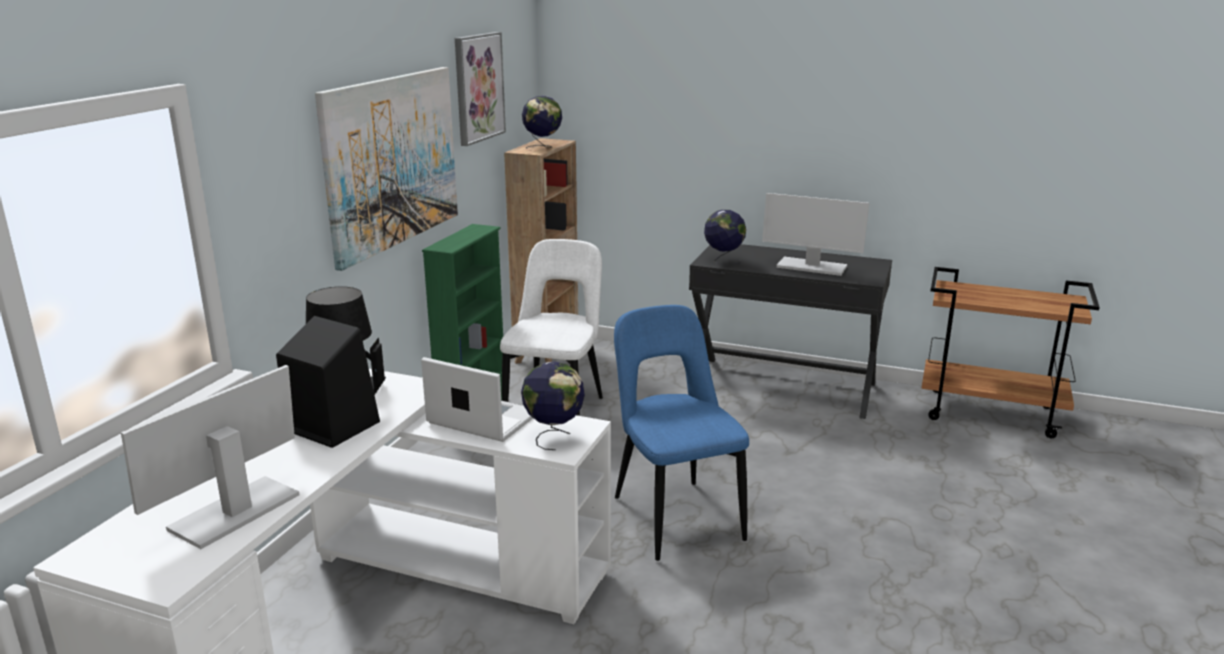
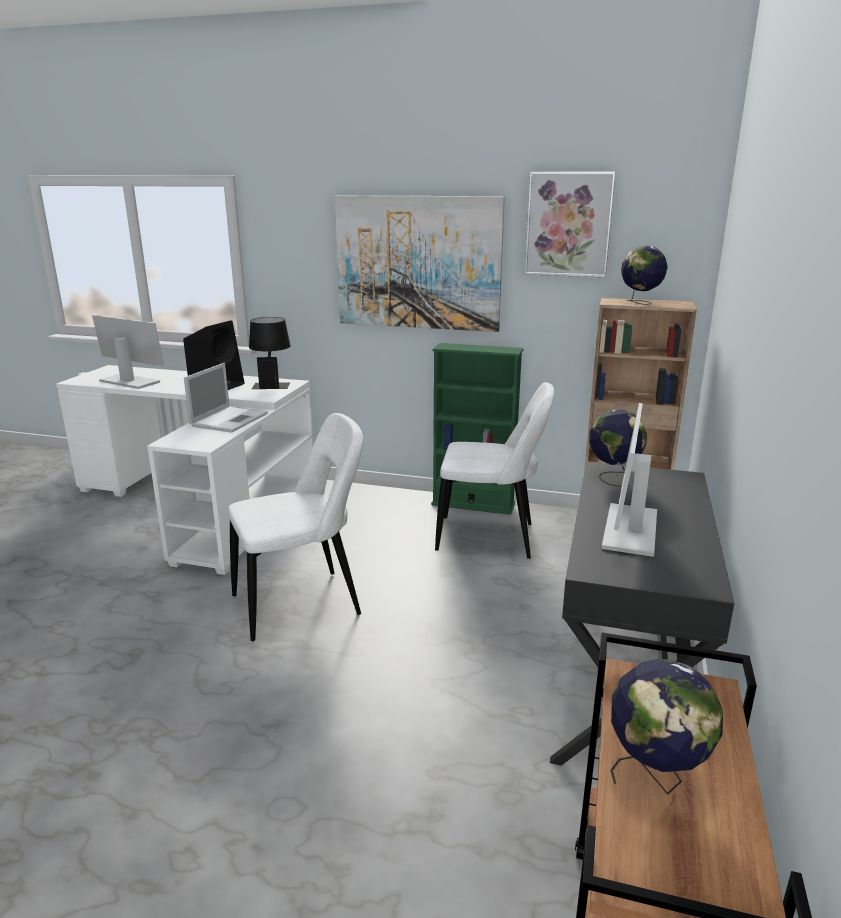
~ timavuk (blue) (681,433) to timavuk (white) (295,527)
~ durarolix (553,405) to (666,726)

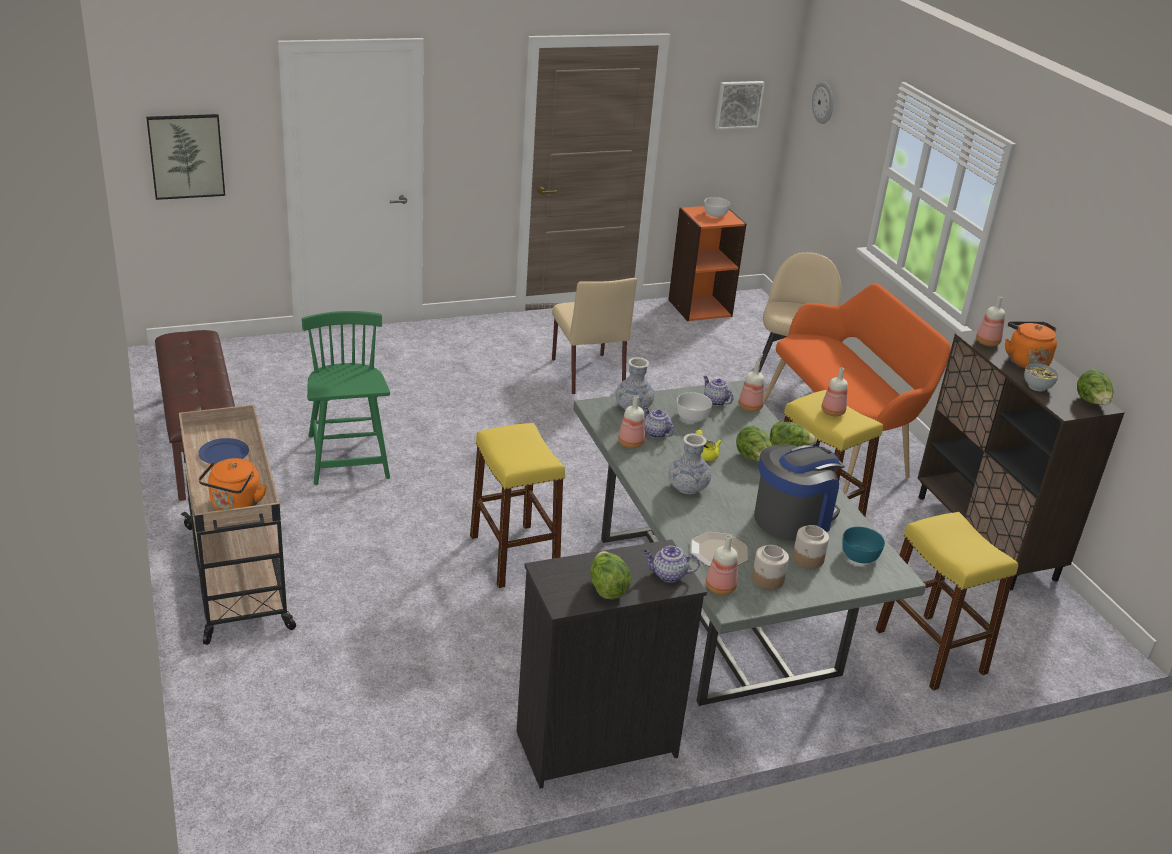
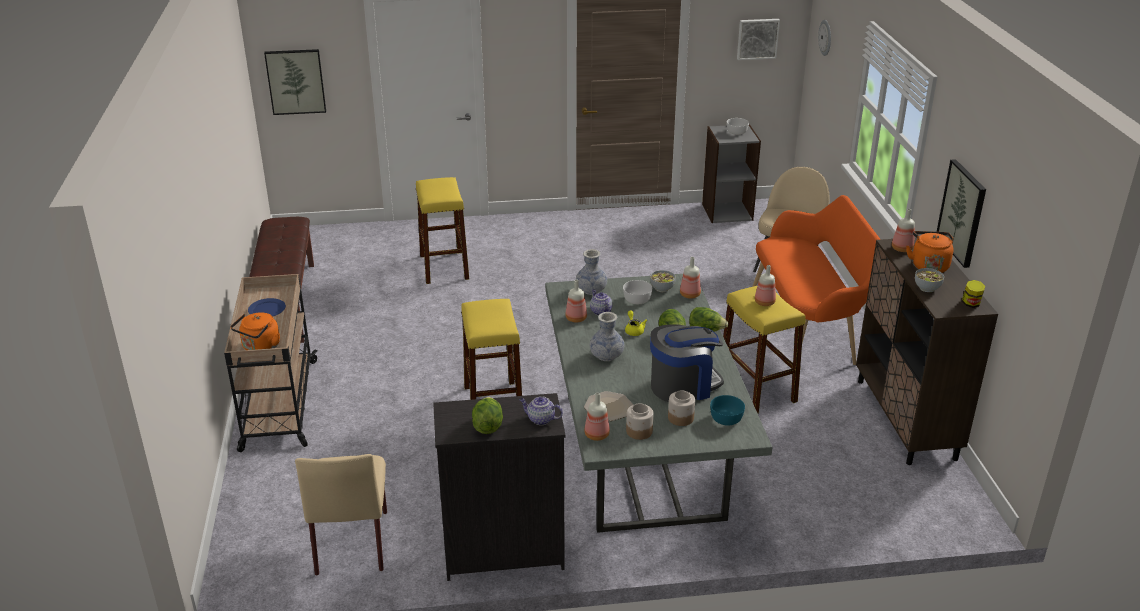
~ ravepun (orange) (707,263) to ravepun (grey) (731,173)
~ timavuk (beige) (594,336) to (341,514)
- timavuk (green) (346,398)
~ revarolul (1095,387) to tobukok (973,294)
~ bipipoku (718,391) to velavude (663,281)
~ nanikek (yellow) (946,601) to (442,230)
+ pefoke (961,213)

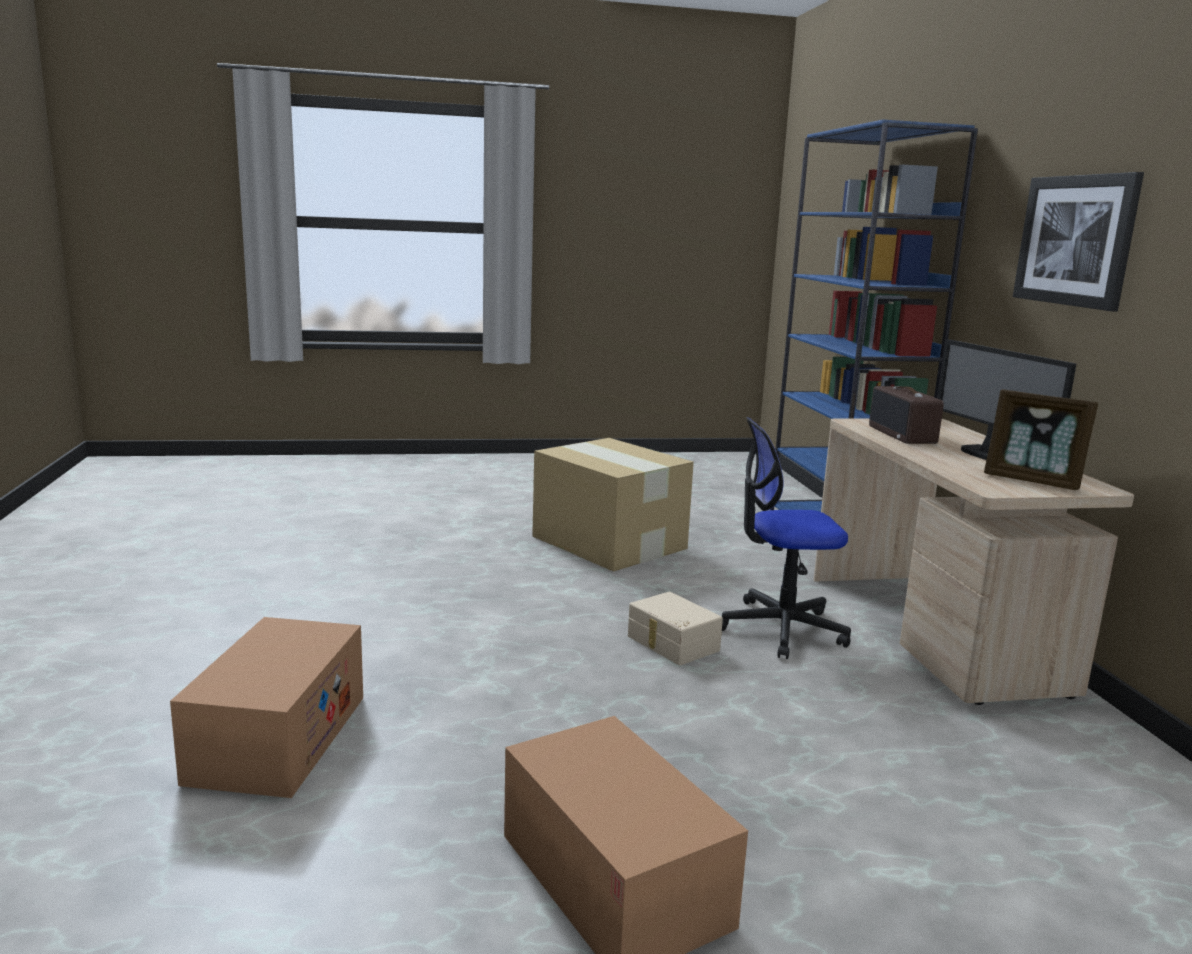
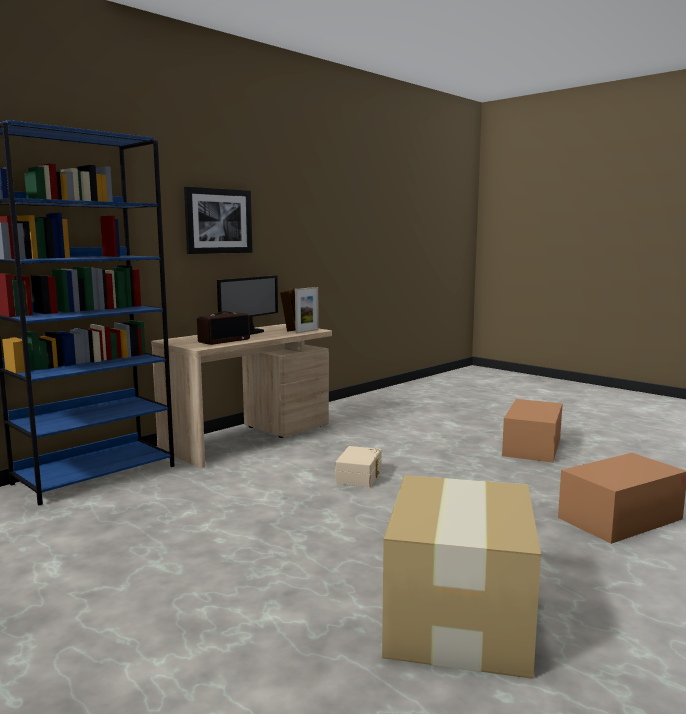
- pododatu (786,538)
~ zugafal (613,505) to (461,577)
+ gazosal (307,310)

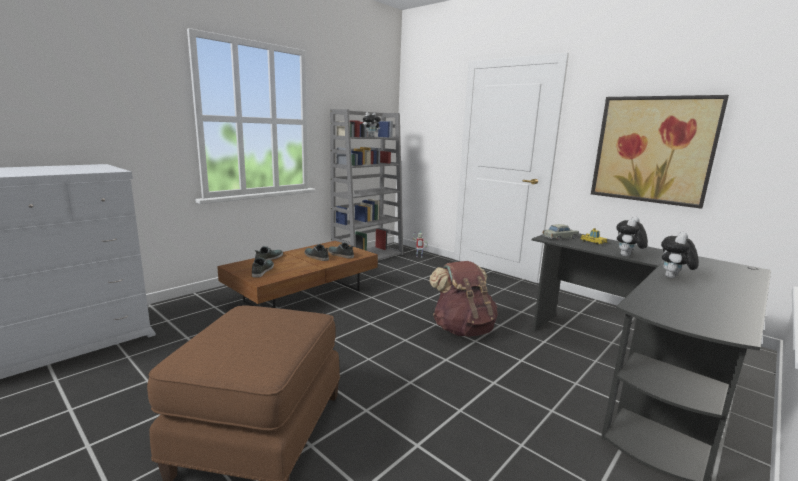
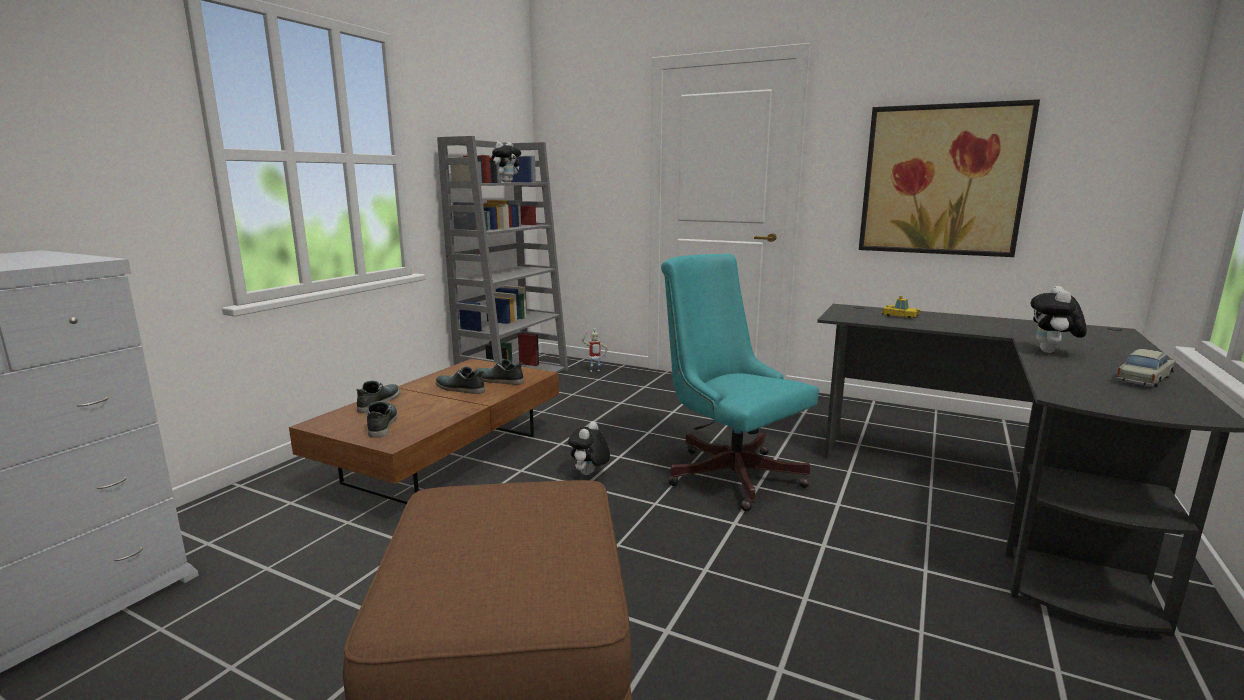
~ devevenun (632,237) to (589,448)
~ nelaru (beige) (560,232) to (1145,368)
~ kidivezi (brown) (463,299) to pododatu (turquoise) (740,382)

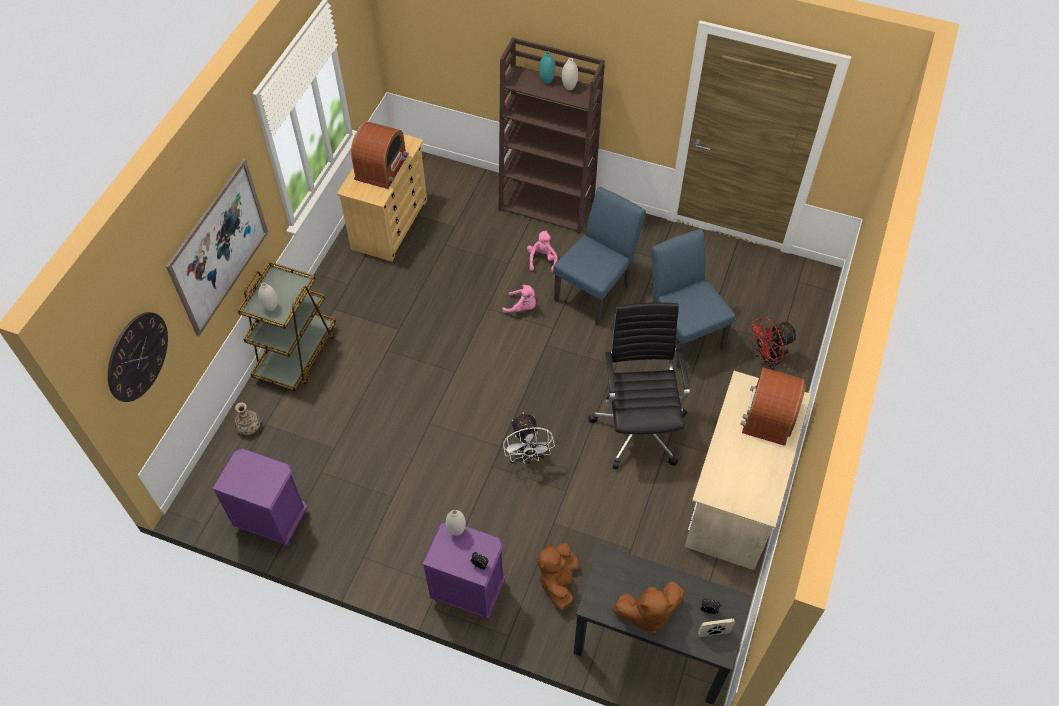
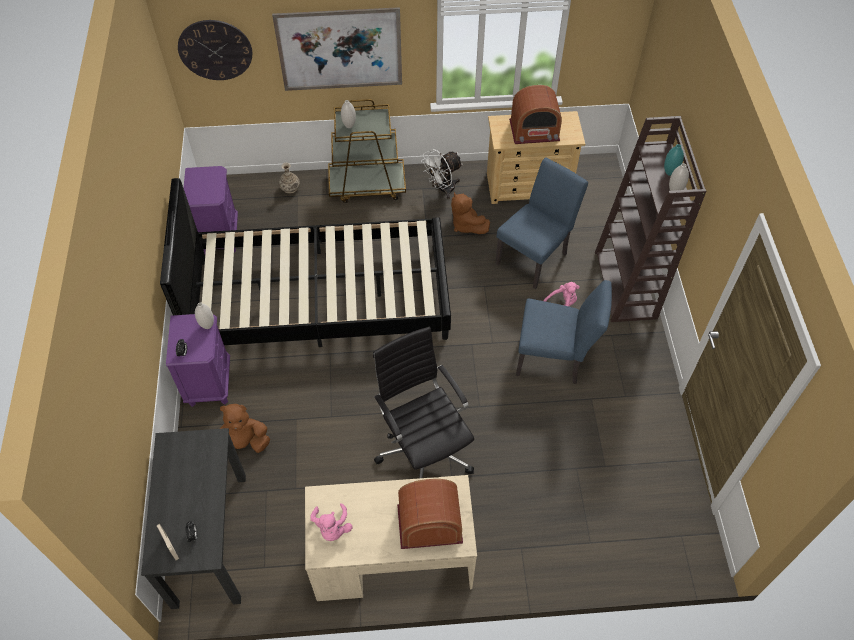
~ timavuk (blue) (693,299) to (541,223)
~ devevenun (pink) (519,299) to (331,522)
~ pododatu (black) (639,386) = (423,402) 90 degrees counterclockwise
- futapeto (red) (773,344)
~ futapeto (white) (529,438) to (442,174)
~ devevenun (brown) (648,608) to (470,213)
+ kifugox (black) (305,262)

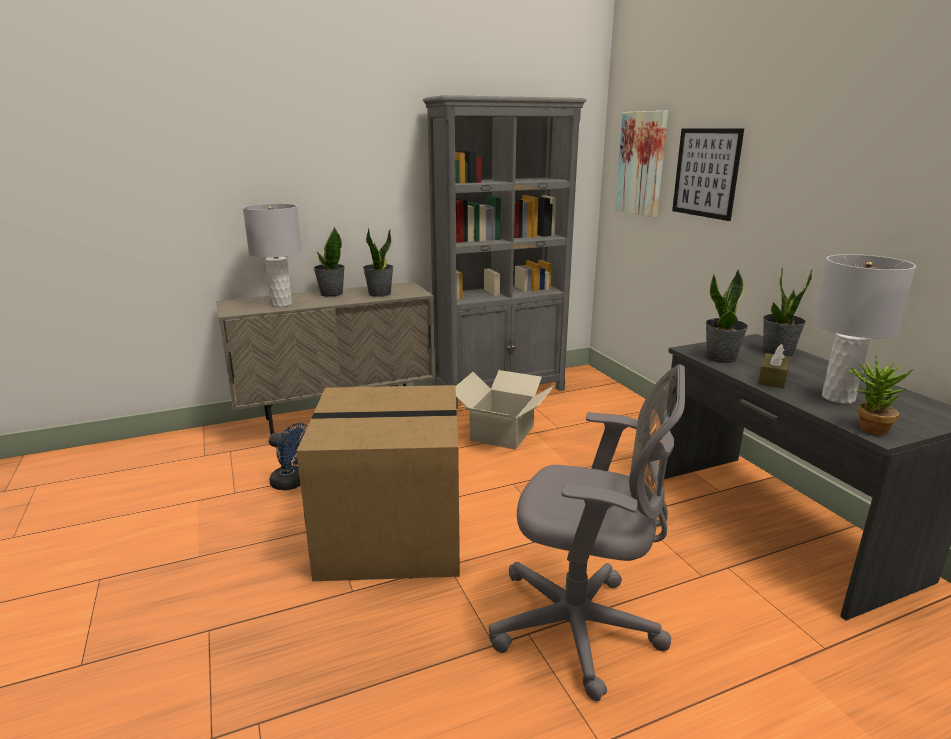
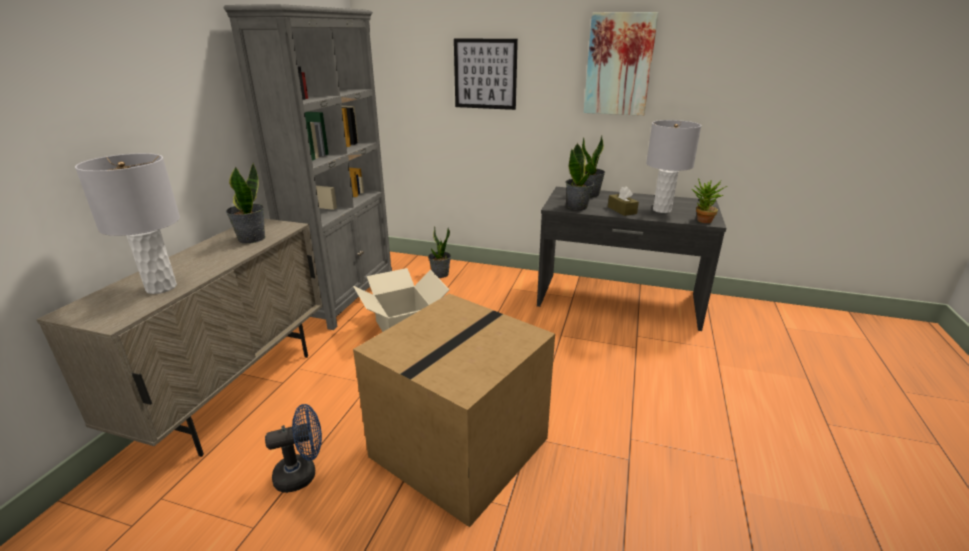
~ pefoke (641,164) to (621,64)
~ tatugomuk (329,262) to (439,252)
- pododatu (grey) (587,532)

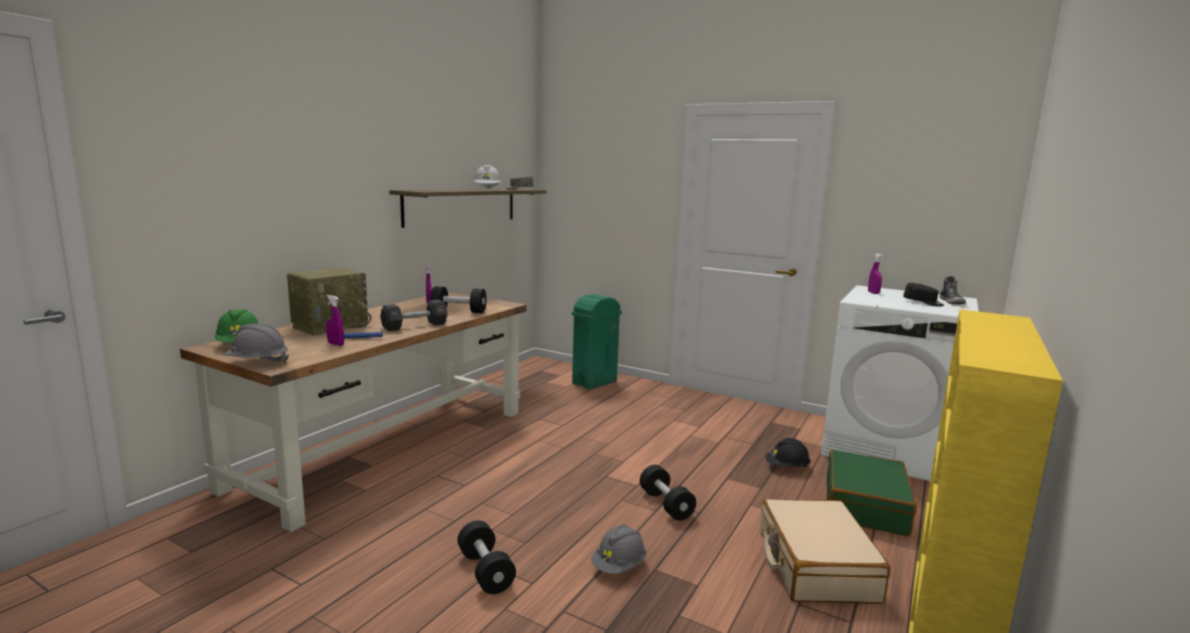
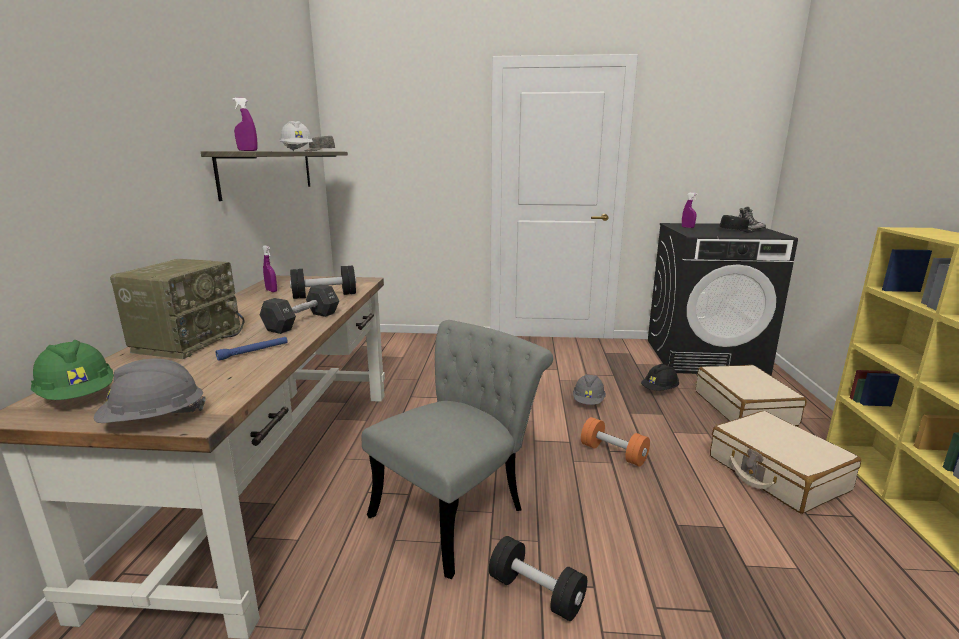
~ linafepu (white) (900,383) to linafepu (black) (723,299)
- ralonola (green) (597,342)
~ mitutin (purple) (335,320) to (245,124)
~ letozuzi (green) (872,493) to letozuzi (beige) (751,395)
~ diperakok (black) (668,493) to diperakok (orange) (615,442)
~ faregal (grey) (618,549) to (589,389)
+ timavuk (grey) (457,449)

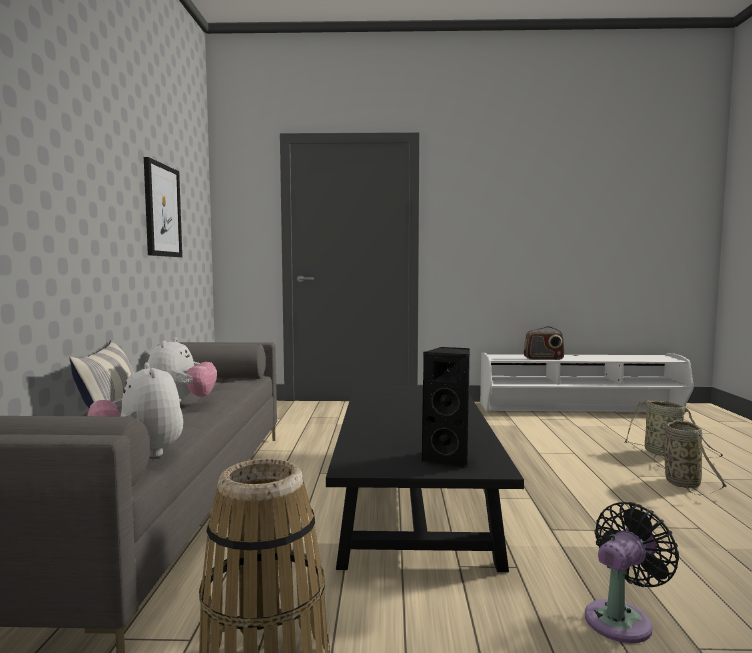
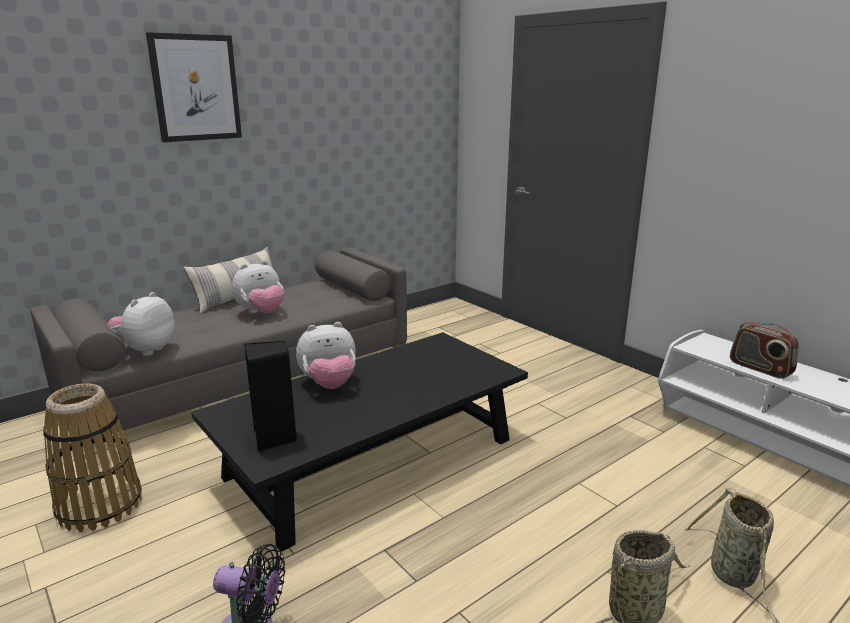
~ pefoke (163,207) to (194,87)
+ devevenun (326,355)

